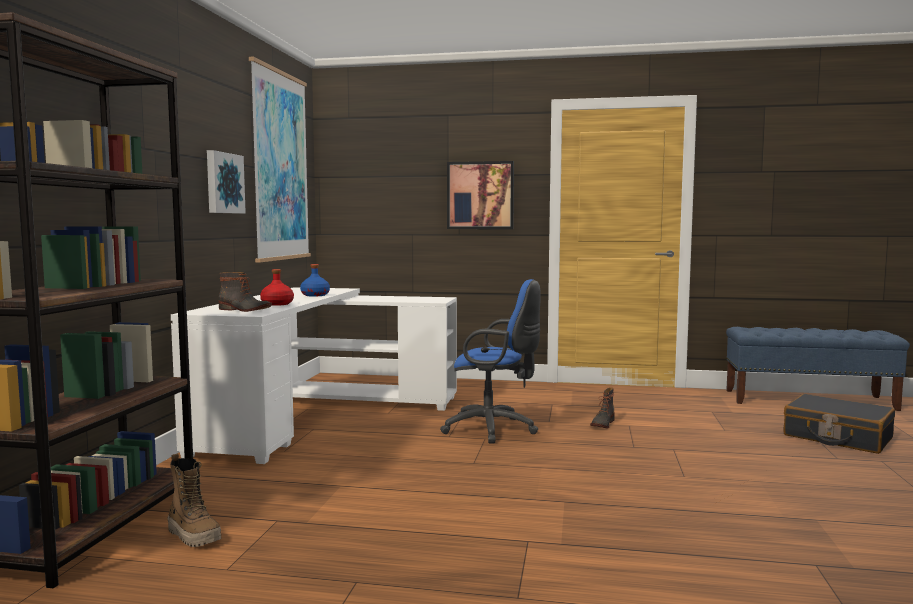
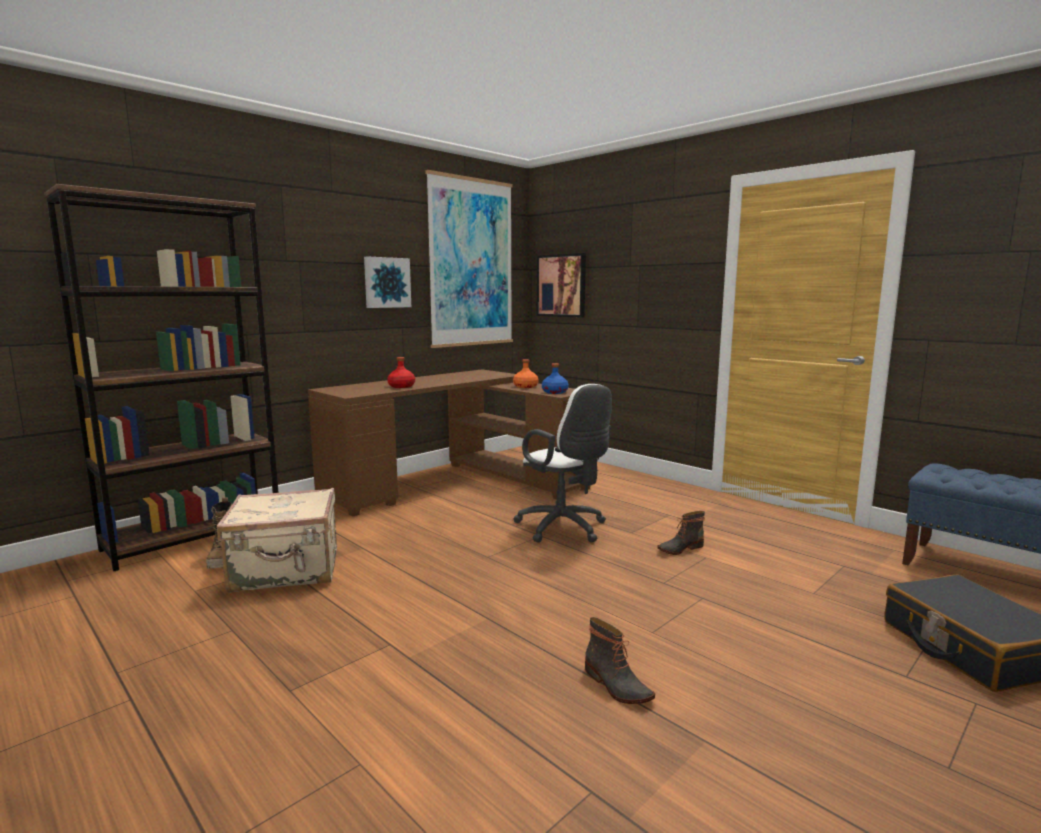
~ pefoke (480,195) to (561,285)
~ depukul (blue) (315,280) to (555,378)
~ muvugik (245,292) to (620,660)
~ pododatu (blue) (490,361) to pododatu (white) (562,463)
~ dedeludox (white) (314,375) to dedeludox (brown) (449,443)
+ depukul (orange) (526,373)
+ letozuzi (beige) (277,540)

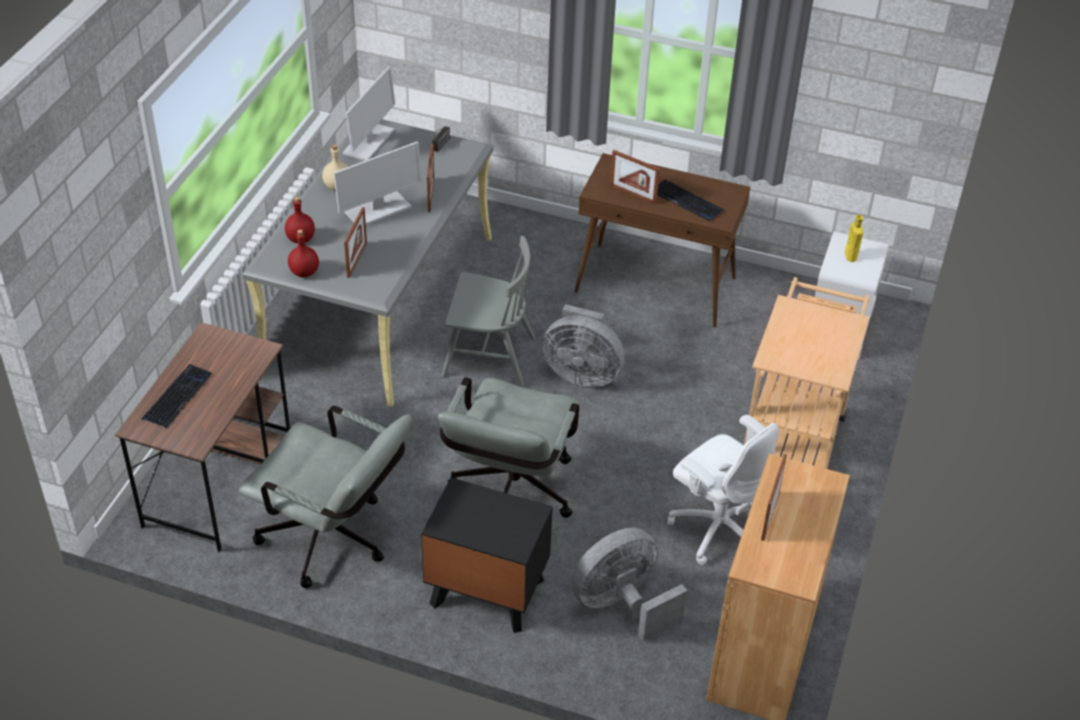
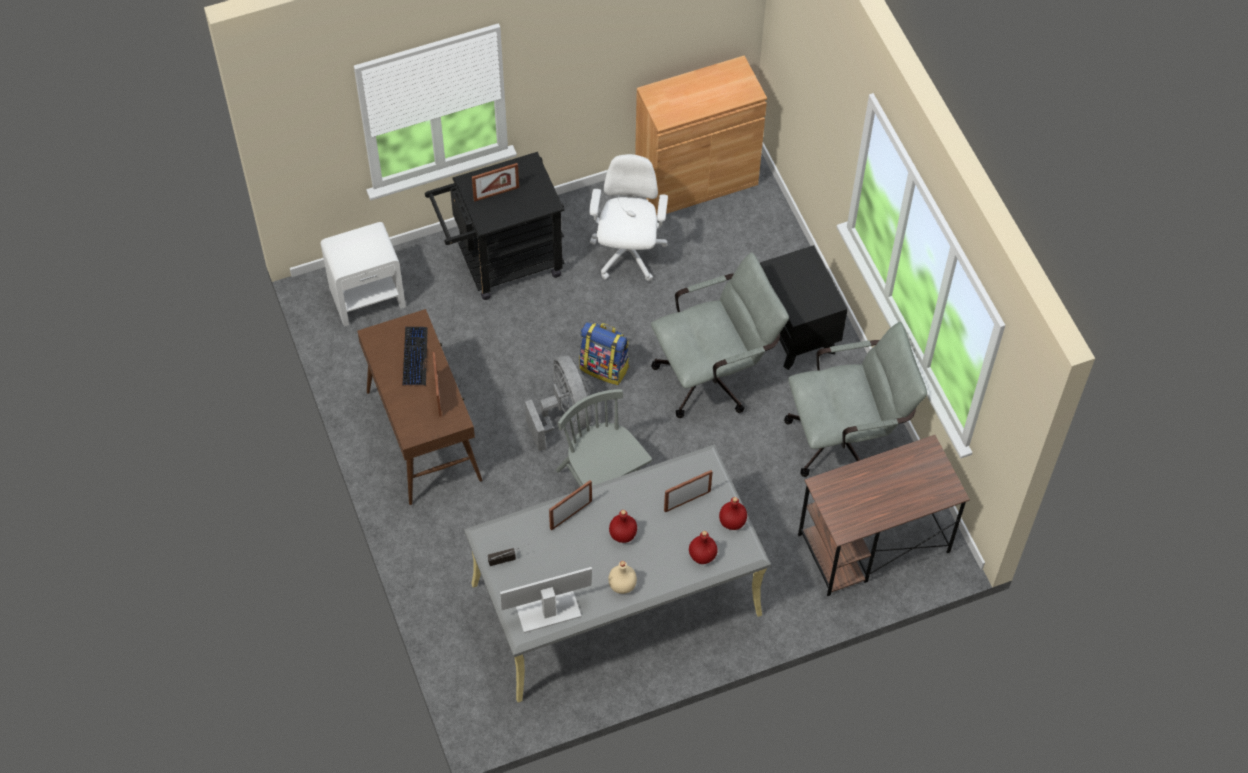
~ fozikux (377,183) to depukul (red) (623,526)
- depukul (yellow) (854,238)
~ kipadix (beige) (807,373) to kipadix (black) (495,226)
- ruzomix (177,396)
~ pododatu (grey) (325,497) = (855,399) 90 degrees clockwise
~ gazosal (774,497) to (495,182)
- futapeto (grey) (629,584)
+ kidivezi (604,353)

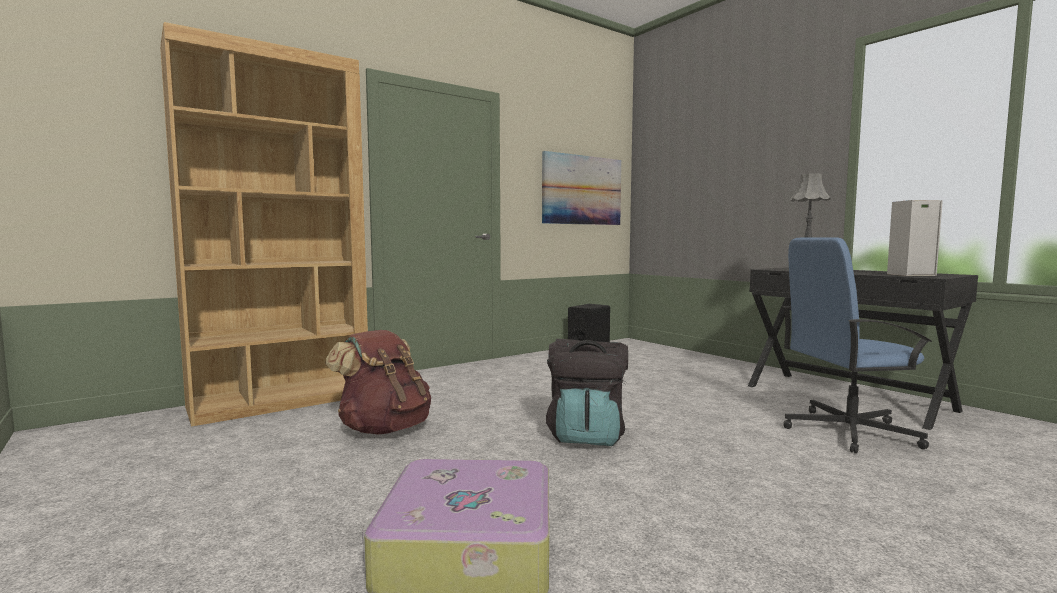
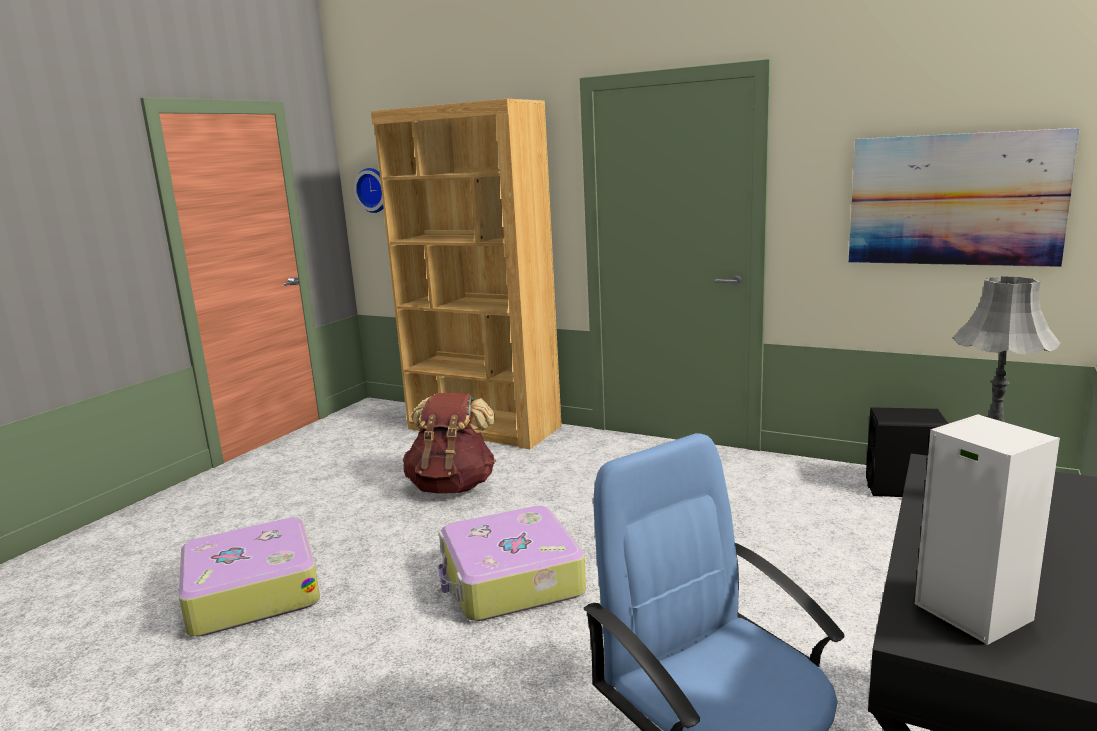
~ kidivezi (black) (587,392) to letozuzi (512,563)
+ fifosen (369,190)

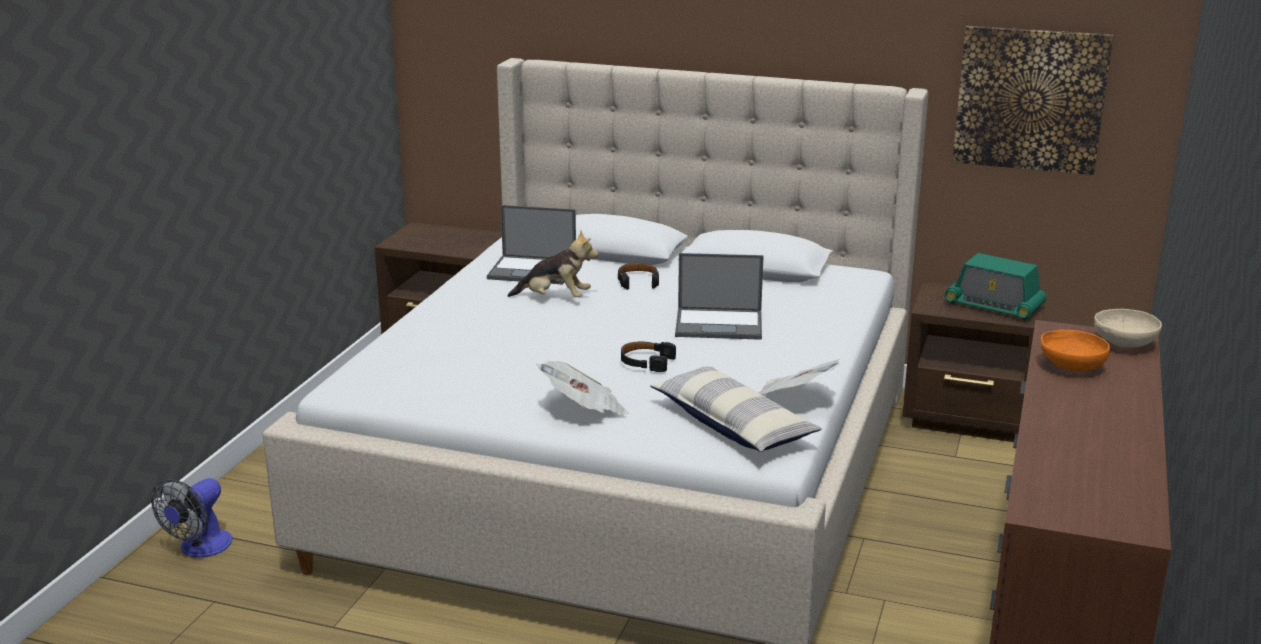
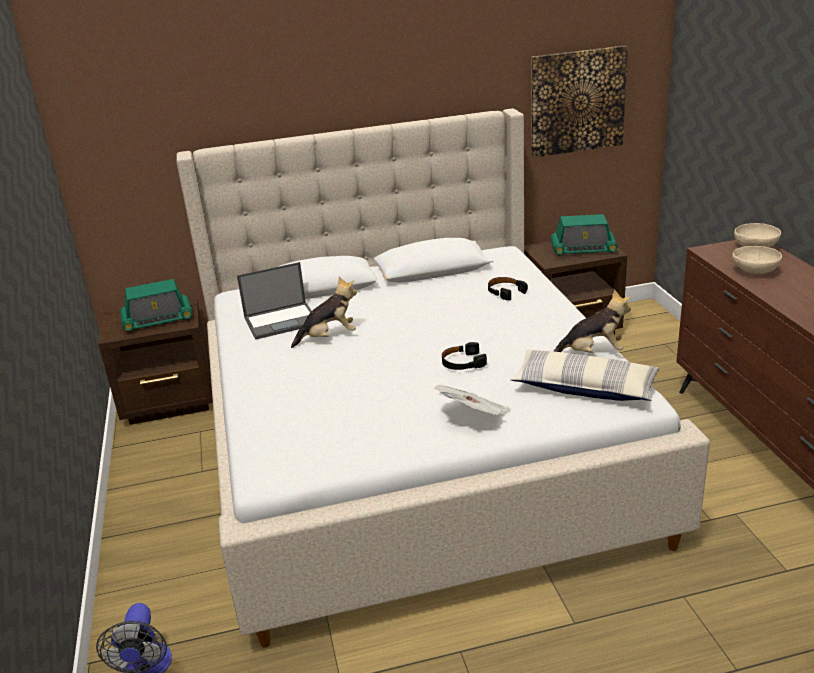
- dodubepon (719,296)
~ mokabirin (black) (638,276) to (508,289)
~ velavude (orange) (1075,350) to velavude (beige) (757,260)
~ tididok (799,377) to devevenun (592,321)
+ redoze (156,305)

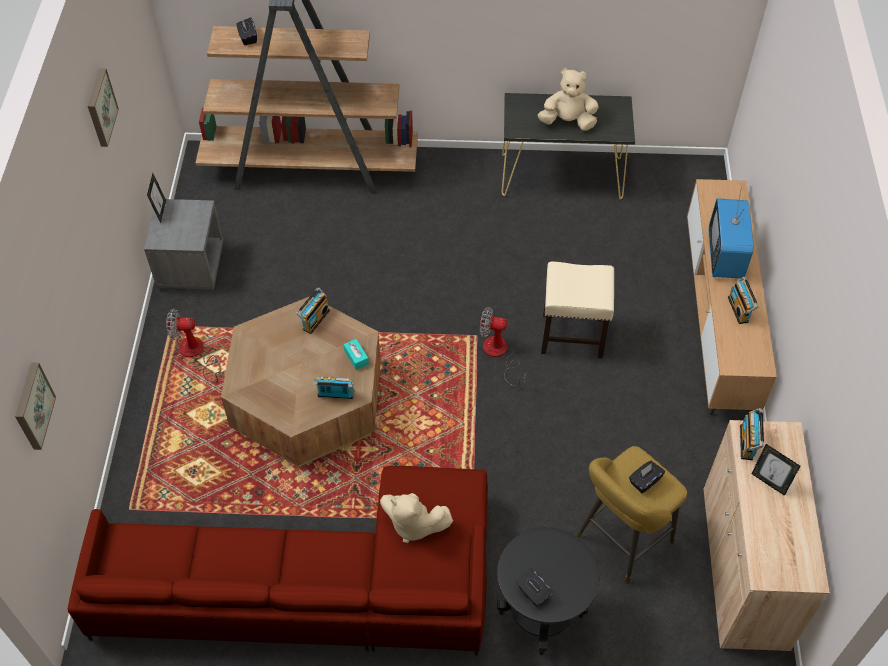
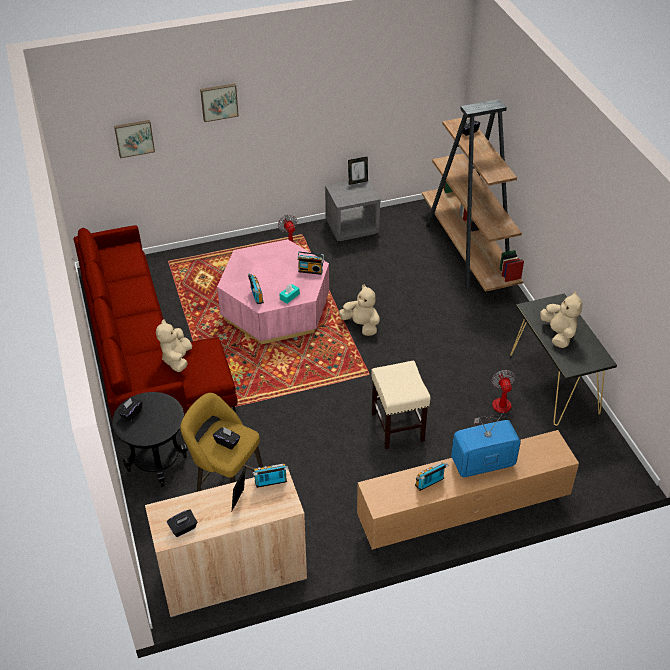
~ pefoke (103,107) to (219,102)
~ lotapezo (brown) (301,381) to lotapezo (pink) (273,291)
~ futapeto (503,347) to (495,398)
+ devevenun (beige) (359,310)
+ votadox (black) (182,523)

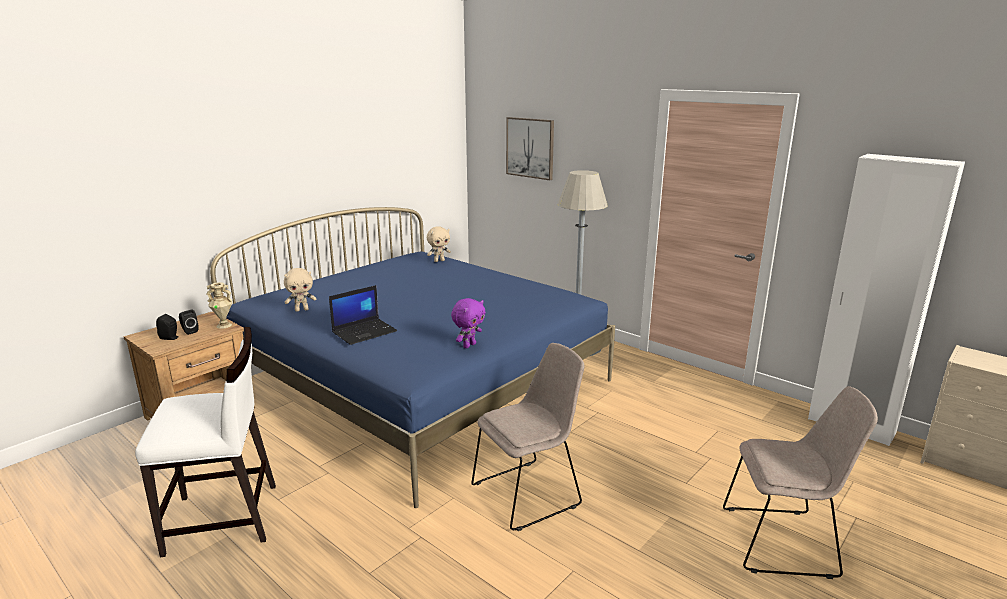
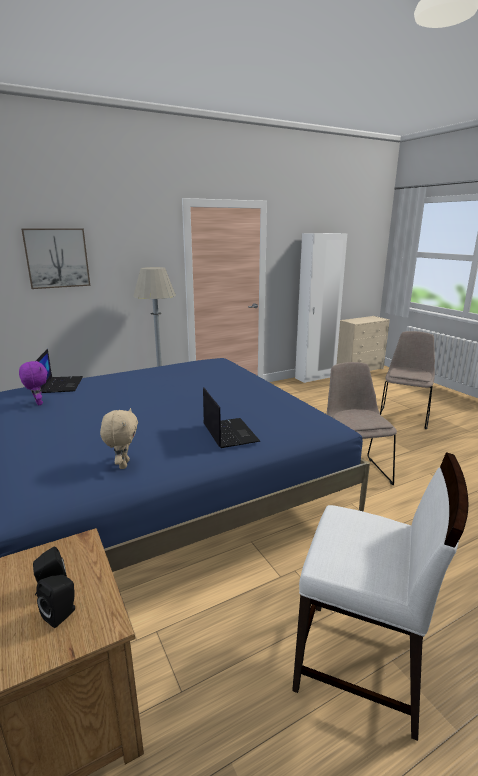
~ devevenun (beige) (439,244) to dodubepon (60,371)
- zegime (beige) (219,305)
~ devevenun (purple) (468,323) to (33,382)
~ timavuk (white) (205,442) = (380,596) 105 degrees clockwise

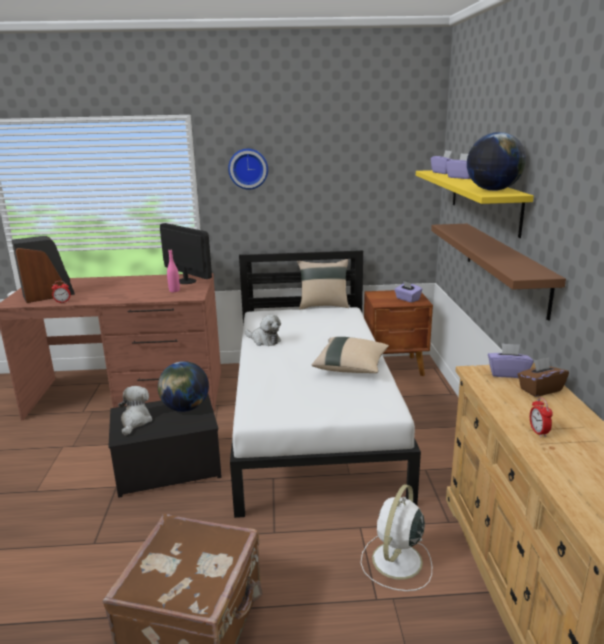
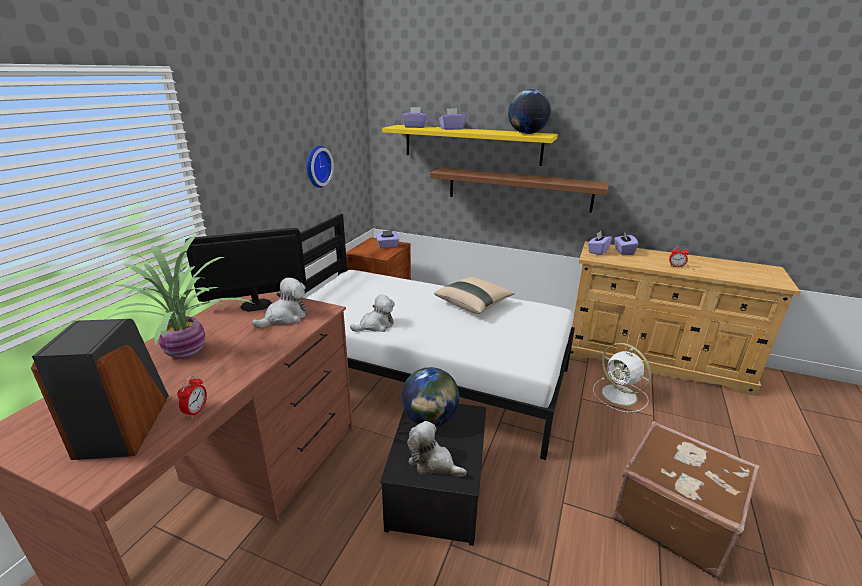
~ fifosen (248,169) to (320,166)
~ depukul (pink) (173,270) to devevenun (279,303)
- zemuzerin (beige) (323,284)
~ votadox (brown) (543,377) to votadox (purple) (626,243)
+ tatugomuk (180,298)

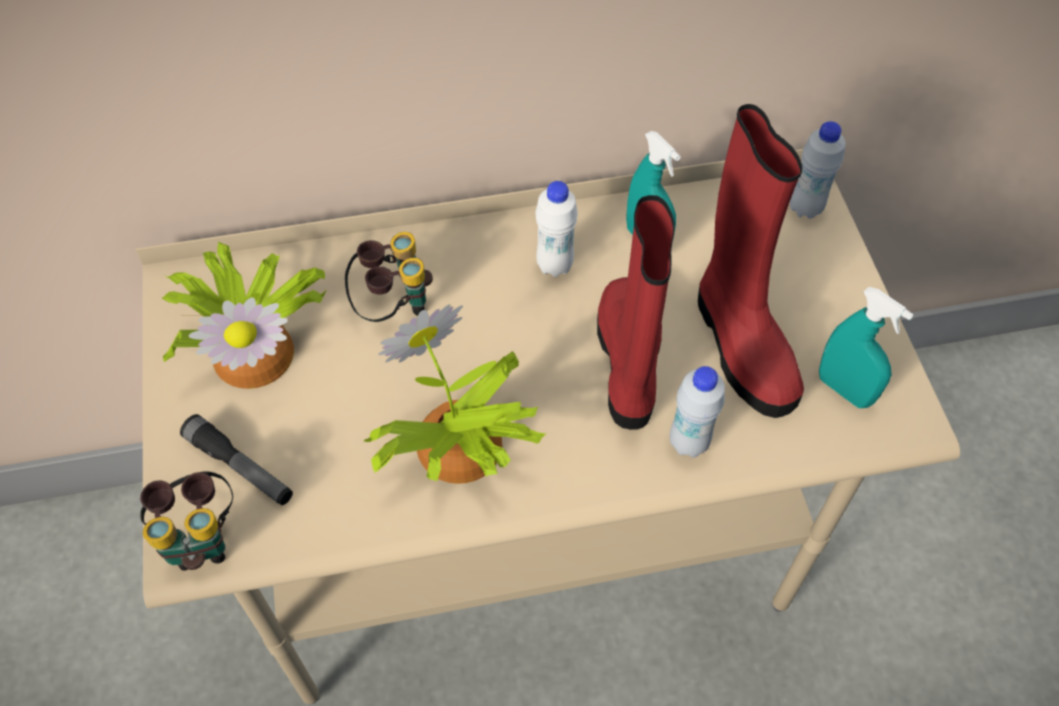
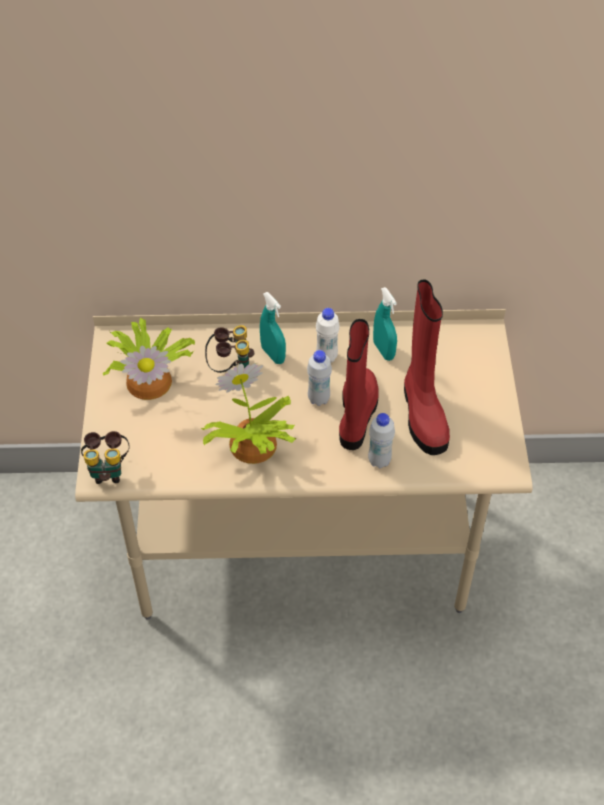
~ depukul (white) (818,170) to (319,378)
~ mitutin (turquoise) (866,347) to (273,328)
- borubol (236,459)

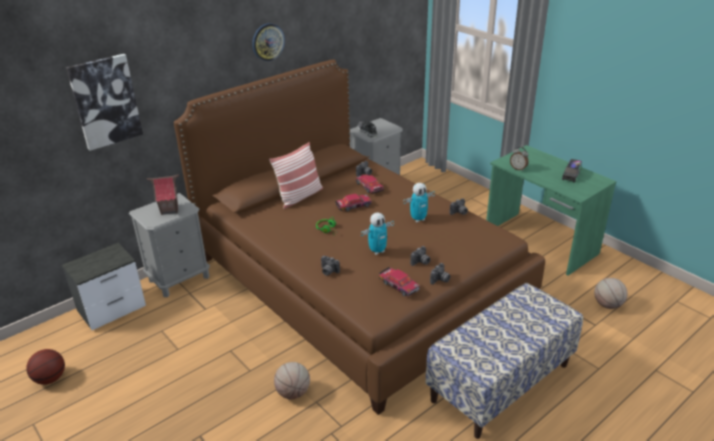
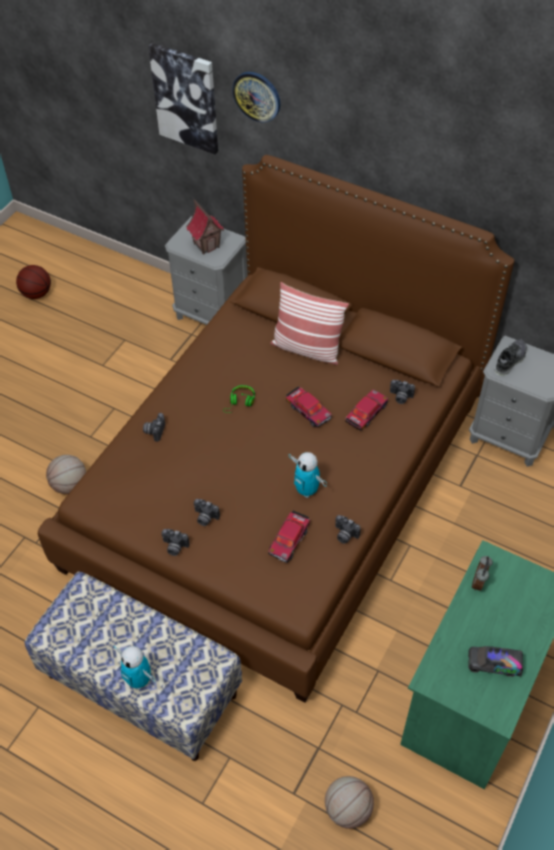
~ fifosen (268,42) to (256,97)
~ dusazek (377,234) to (134,667)
- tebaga (104,286)
~ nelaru (399,282) to (289,537)

